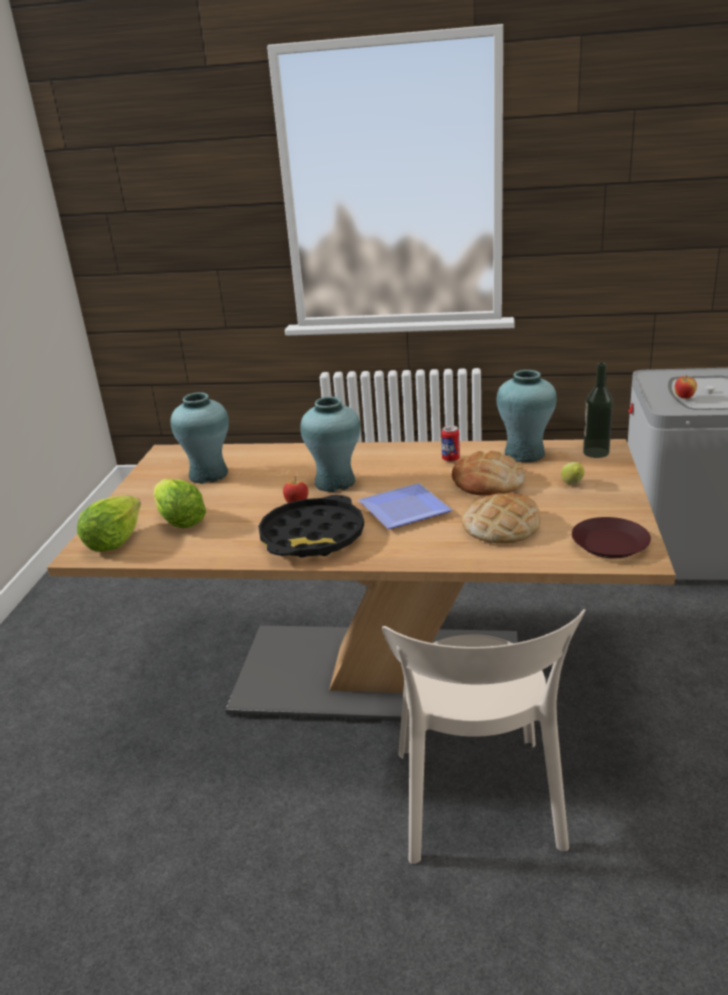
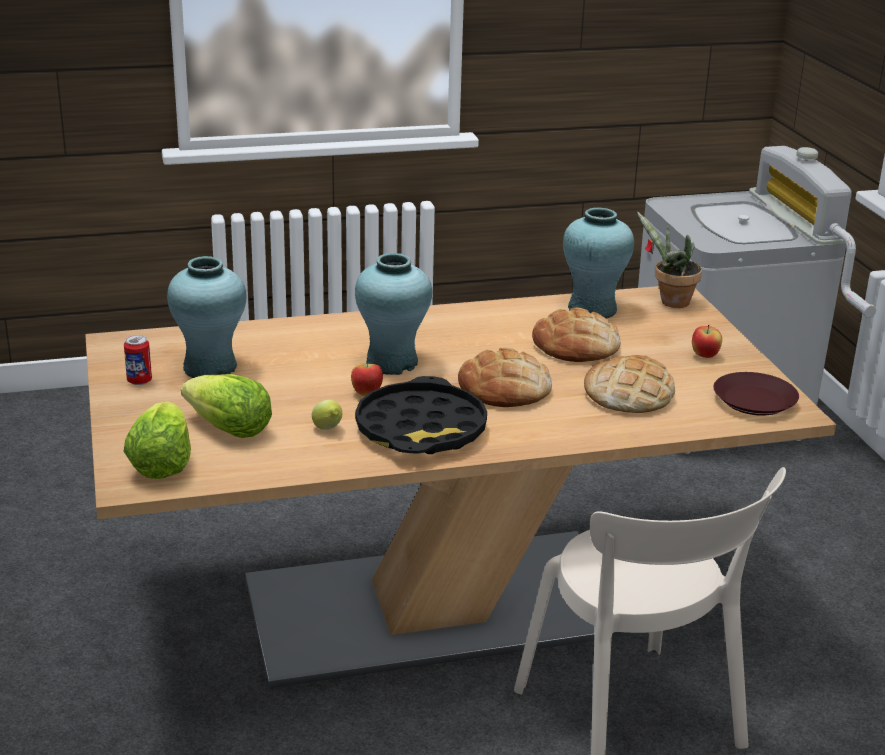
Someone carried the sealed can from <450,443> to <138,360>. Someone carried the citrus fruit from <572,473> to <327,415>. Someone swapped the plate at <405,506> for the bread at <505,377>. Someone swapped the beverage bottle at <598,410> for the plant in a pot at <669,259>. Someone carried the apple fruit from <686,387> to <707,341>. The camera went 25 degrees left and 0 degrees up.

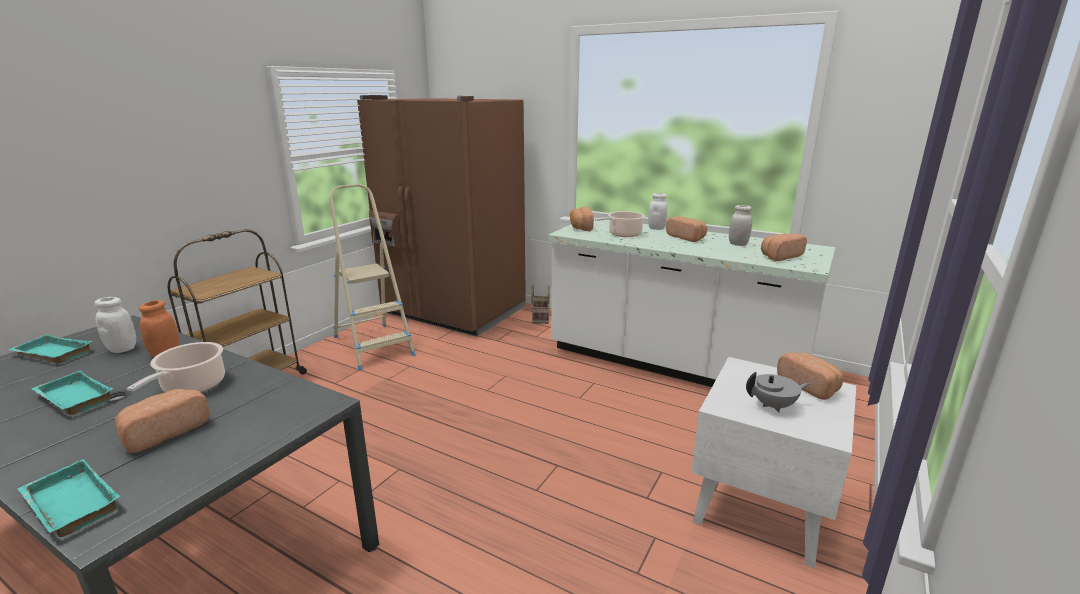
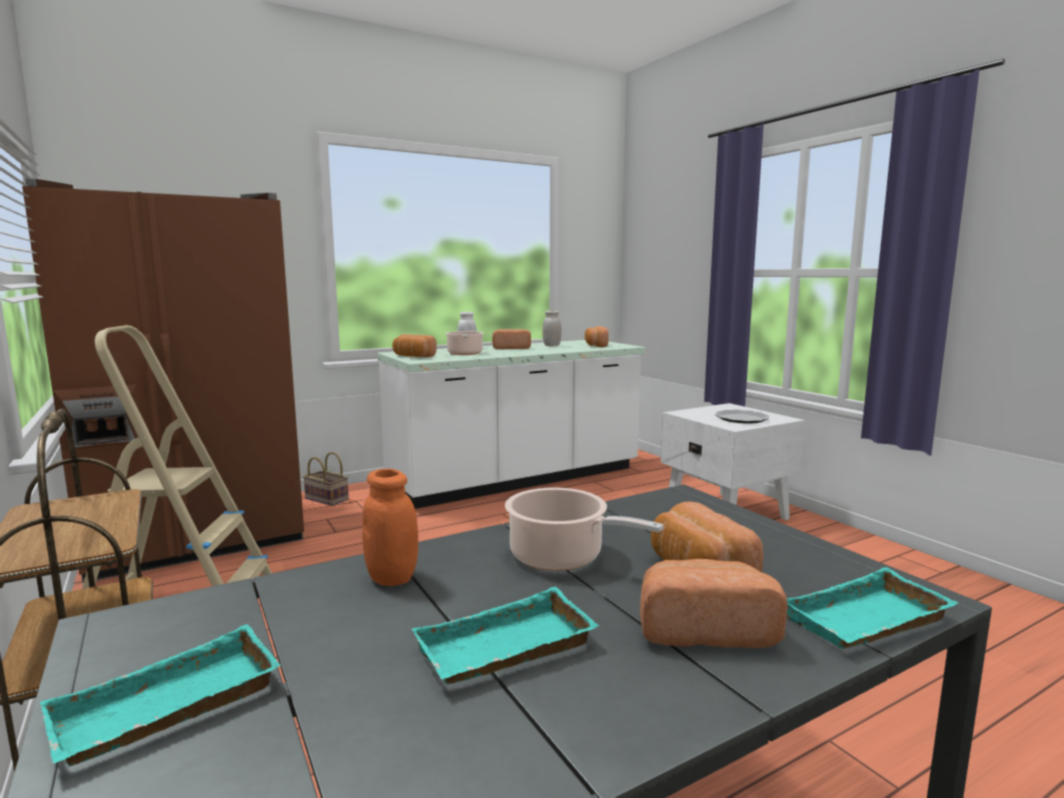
Someone carried the bread from <810,376> to <714,603>. Someone swapped the teapot in greyish at <778,392> for the plate at <742,417>. Someone took away the preserve jar in white-coloured at <115,325>. The camera went 60 degrees left and 10 degrees down.

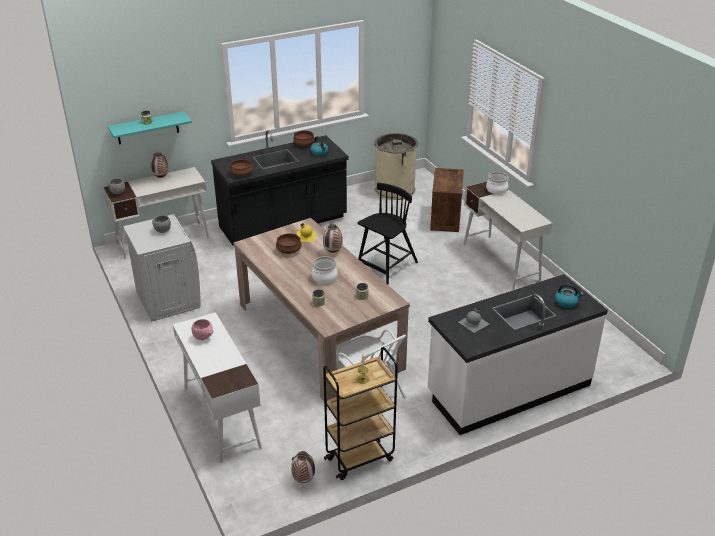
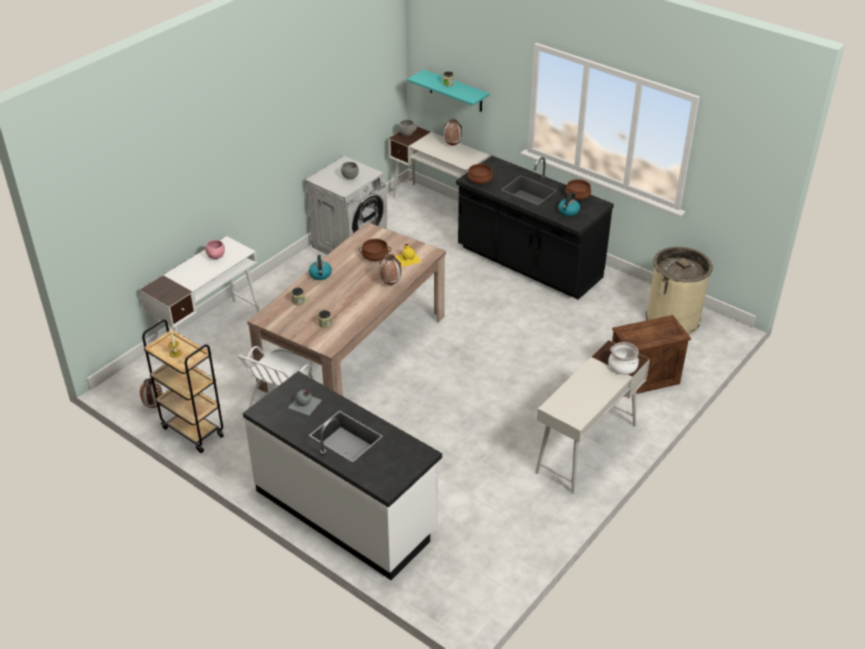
Someone carried the tea kettle from <569,295> to <320,267>. Someone took away the cooking pot at <325,270>. Someone took away the chair in blackish at <388,233>. The camera went 65 degrees right and 5 degrees up.

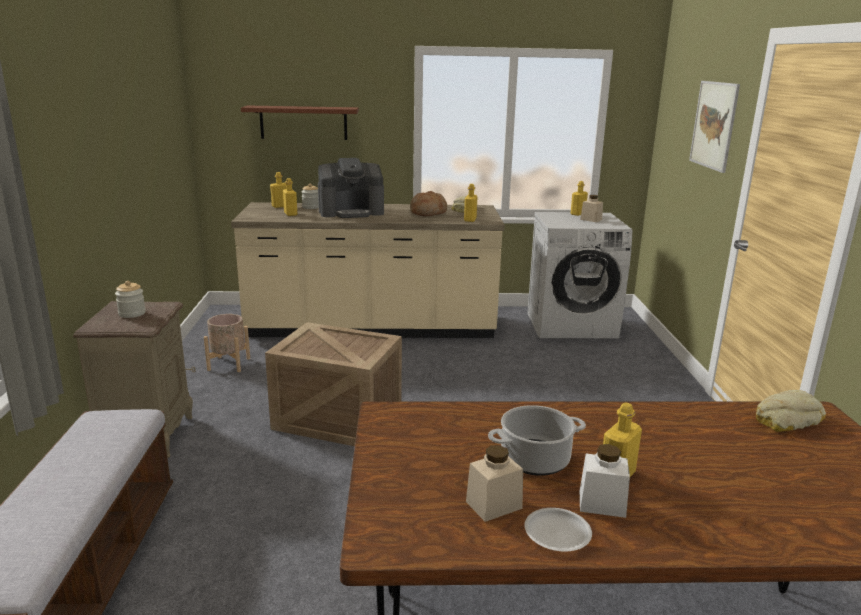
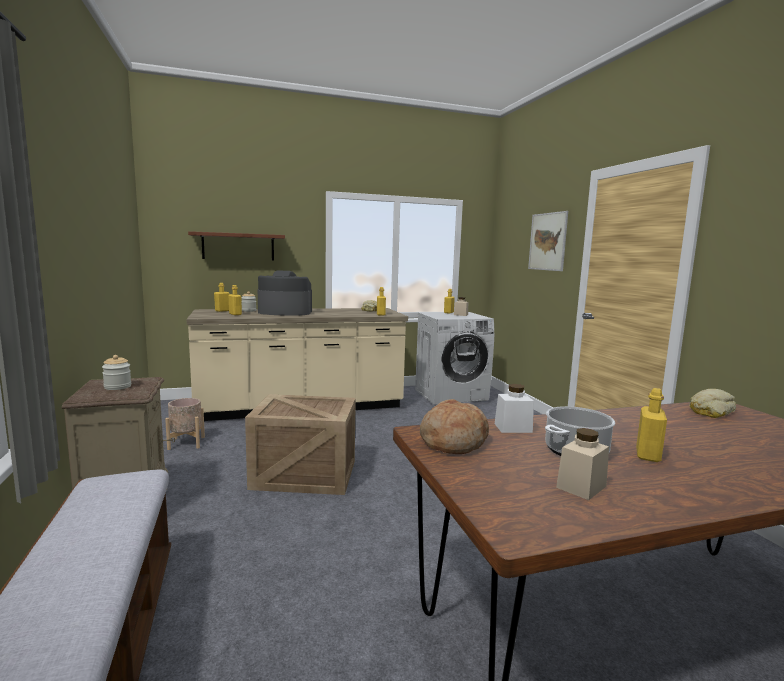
Someone rotated the coffee brewer at <351,188> by 150 degrees counterclockwise. Someone carried the bread from <428,203> to <454,426>. Someone carried the preserve jar in white-coloured from <605,481> to <514,408>. Someone took away the plate in white-coloured at <558,529>. The camera went 15 degrees left and 10 degrees down.

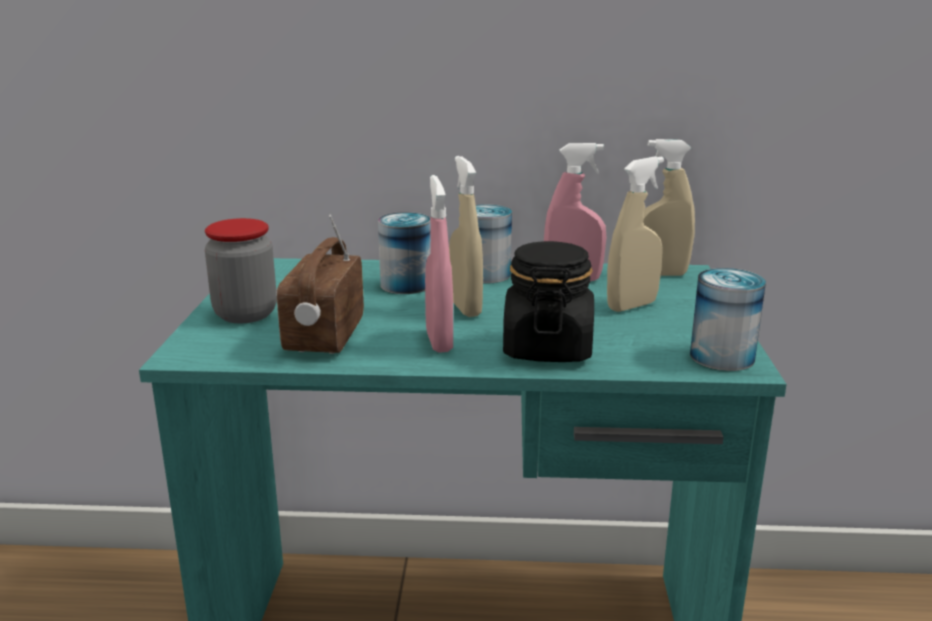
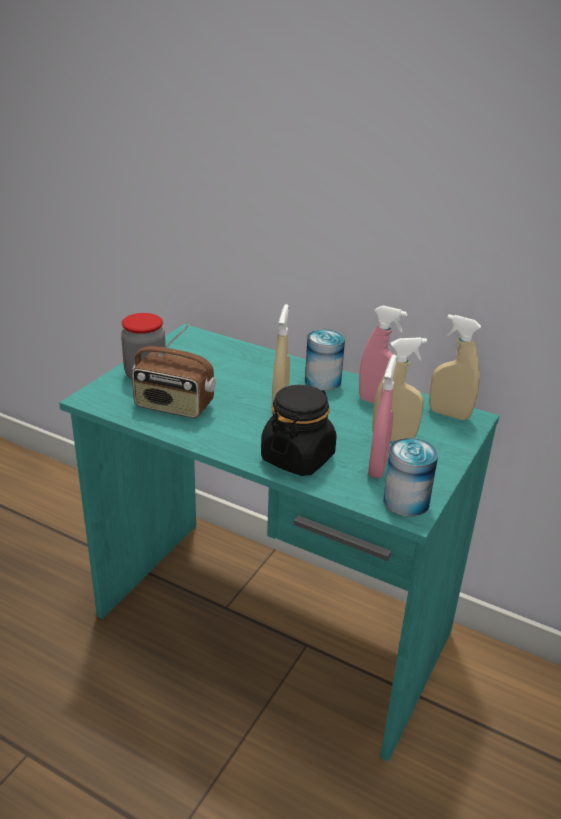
Someone rotated the radio set at <320,284> by 105 degrees counterclockwise. Someone carried the sprayer in pink from <439,264> to <382,416>. Someone took away the sealed can at <404,253>. The camera went 25 degrees right and 10 degrees up.

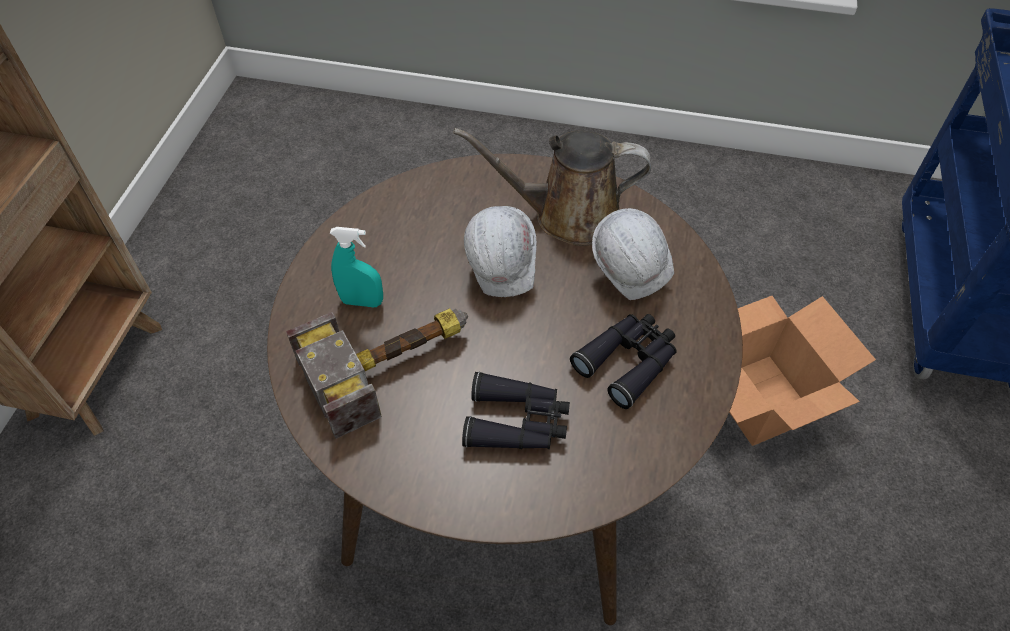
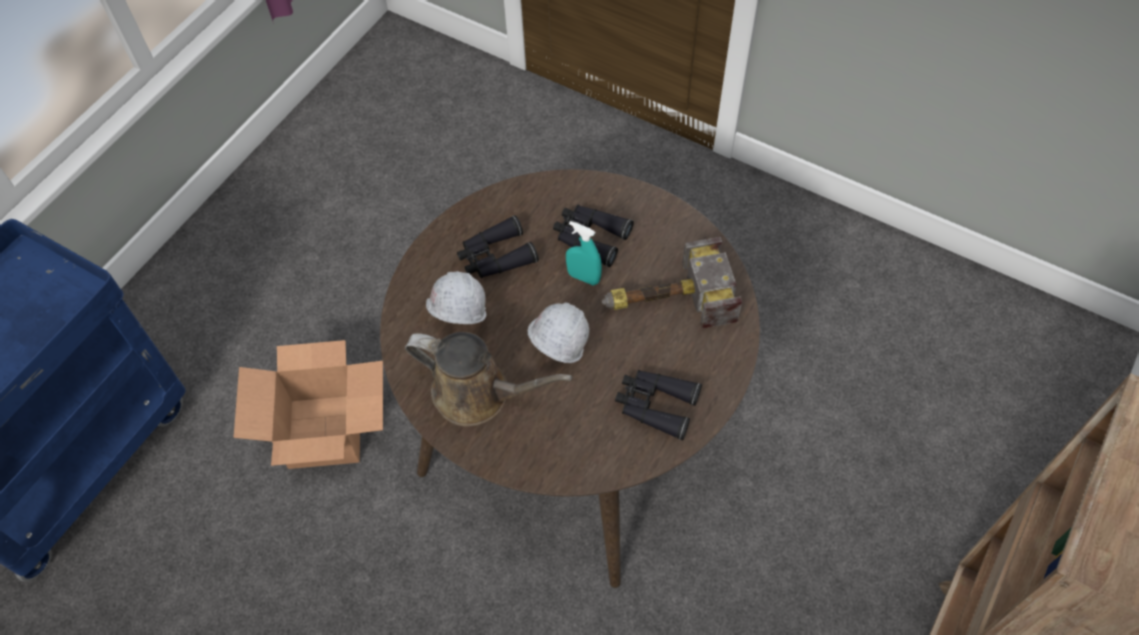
Someone carried the sprayer in turquoise-coloured from <356,267> to <584,253>. Someone put down the pair of binoculars in blackish at <658,405>. The camera went 160 degrees left and 5 degrees up.

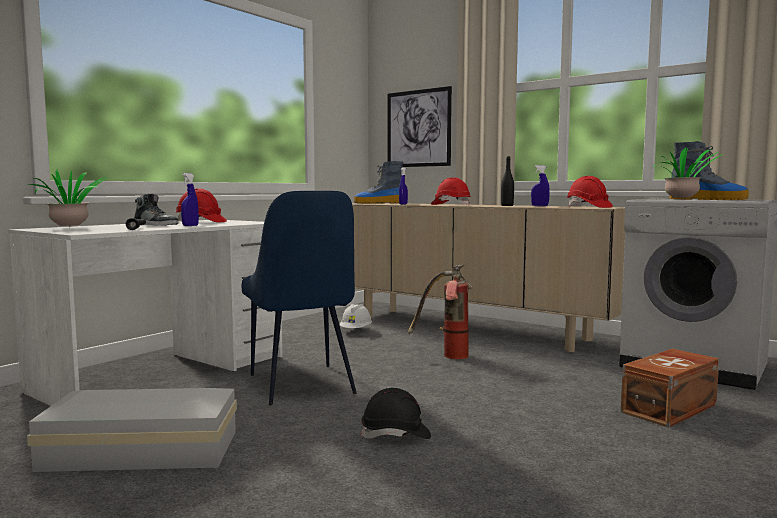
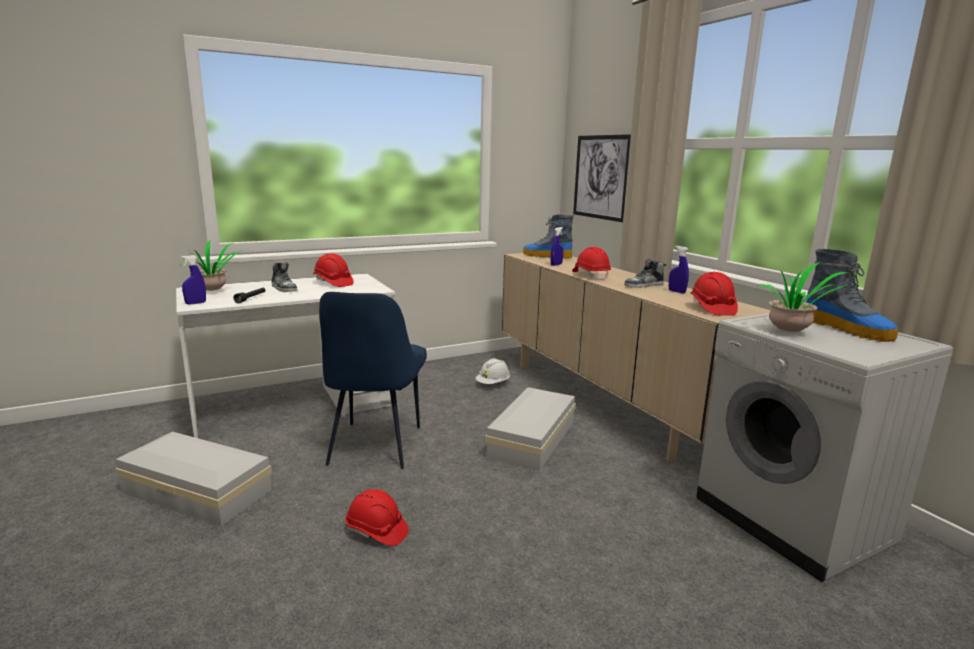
Someone carried the sprayer in bluish from <190,199> to <193,280>. Someone repainted the hard hat in blackish at <395,413>, which became the hard hat in reddish at <377,517>. Someone swapped the fire-fighting cylinder at <440,312> for the storage box in white-coloured at <530,429>. Someone swapped the beverage bottle in blackish at <507,181> for the item of footwear at <645,273>. Someone took away the storage box in brown at <670,388>. The camera went 25 degrees right and 10 degrees up.

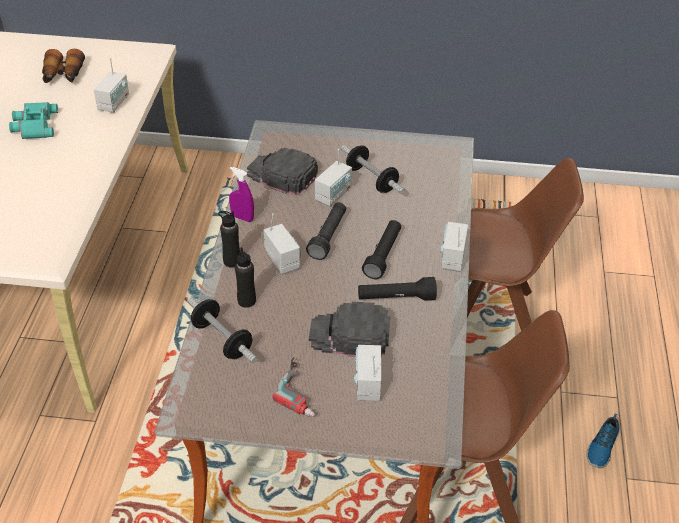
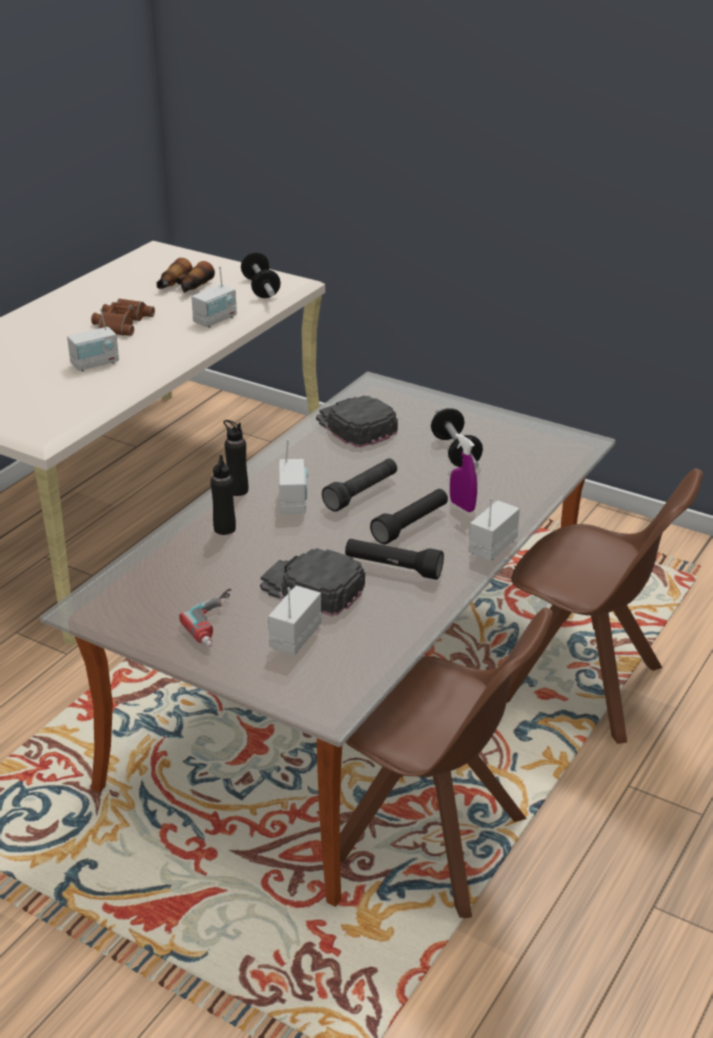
Someone carried the radio set from <333,177> to <93,339>. Someone repainted the pair of binoculars in turquoise-coloured at <33,120>, which became the pair of binoculars in brown at <123,317>. Someone carried the free weight from <222,329> to <261,275>. Someone carried the sprayer in purplish from <241,194> to <463,472>. Someone took away the item of footwear at <603,441>. The camera went 25 degrees right and 10 degrees down.

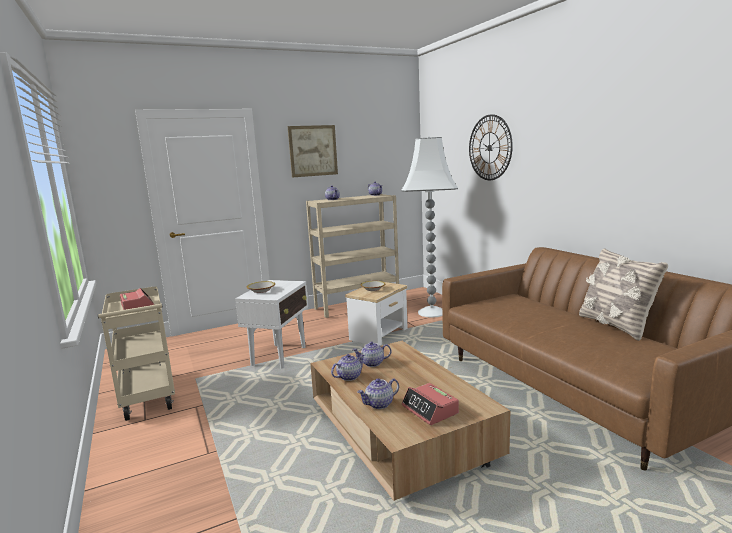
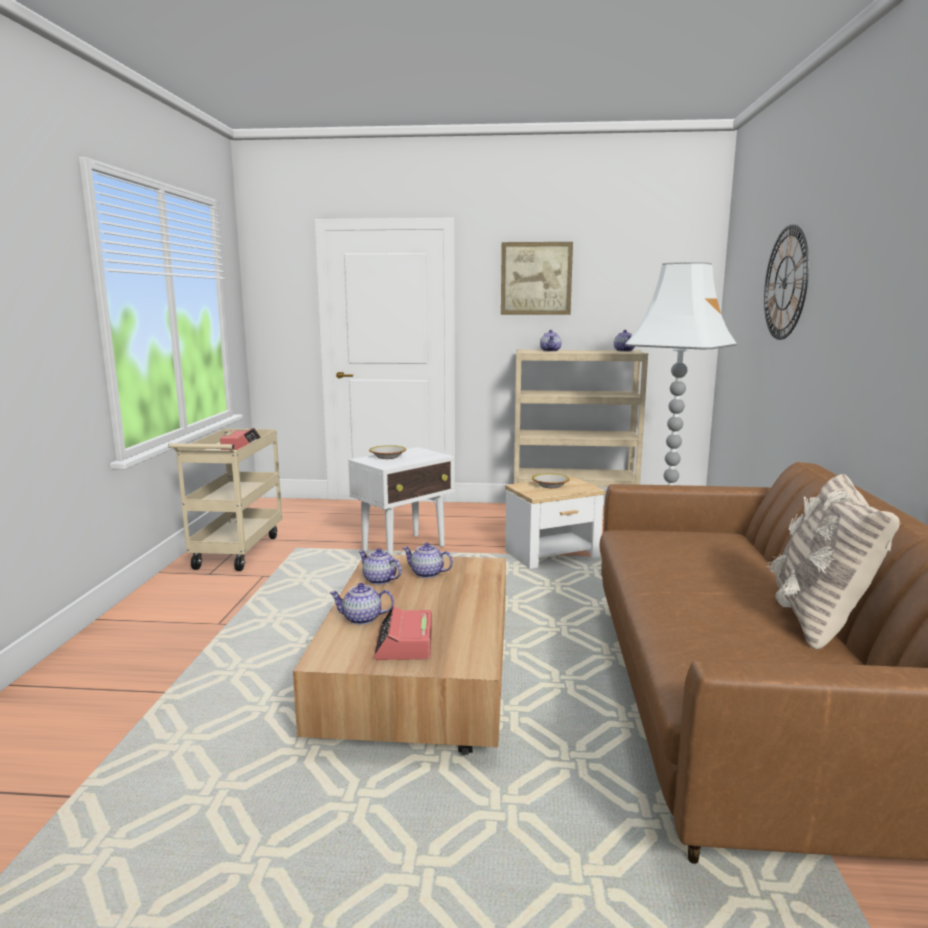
Someone rotated the teapot at <348,367> by 135 degrees counterclockwise. The camera went 30 degrees right and 0 degrees up.

